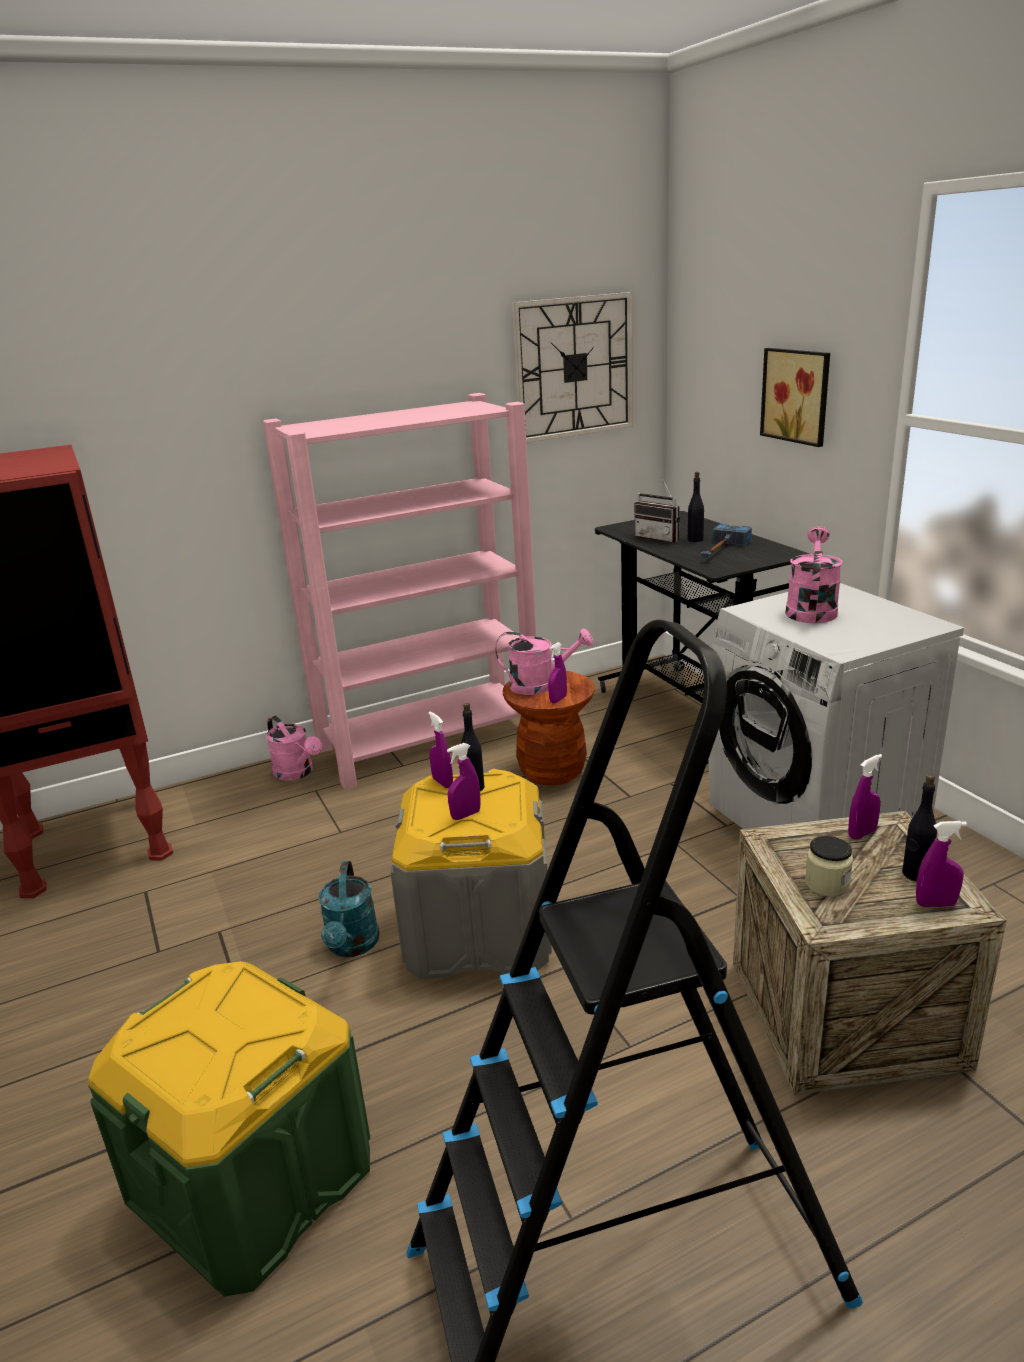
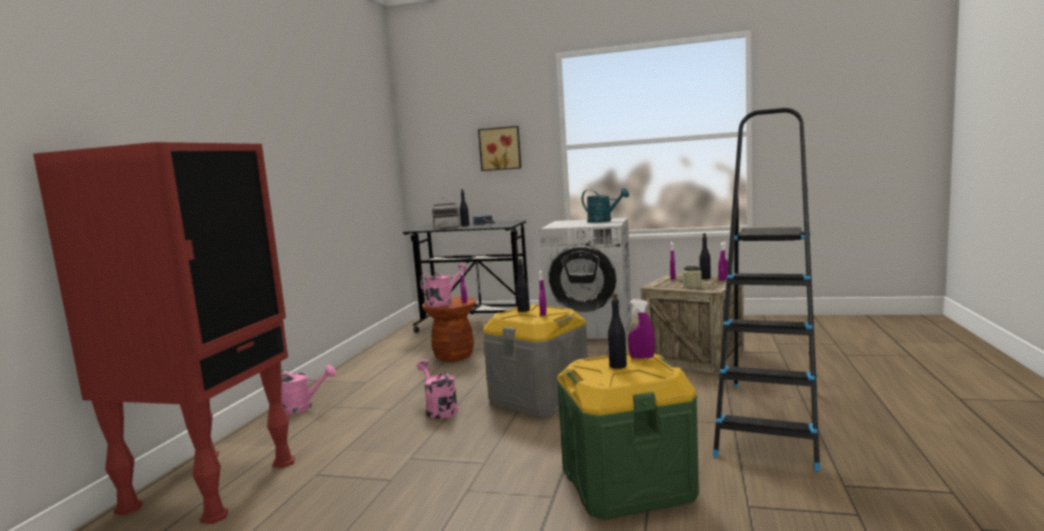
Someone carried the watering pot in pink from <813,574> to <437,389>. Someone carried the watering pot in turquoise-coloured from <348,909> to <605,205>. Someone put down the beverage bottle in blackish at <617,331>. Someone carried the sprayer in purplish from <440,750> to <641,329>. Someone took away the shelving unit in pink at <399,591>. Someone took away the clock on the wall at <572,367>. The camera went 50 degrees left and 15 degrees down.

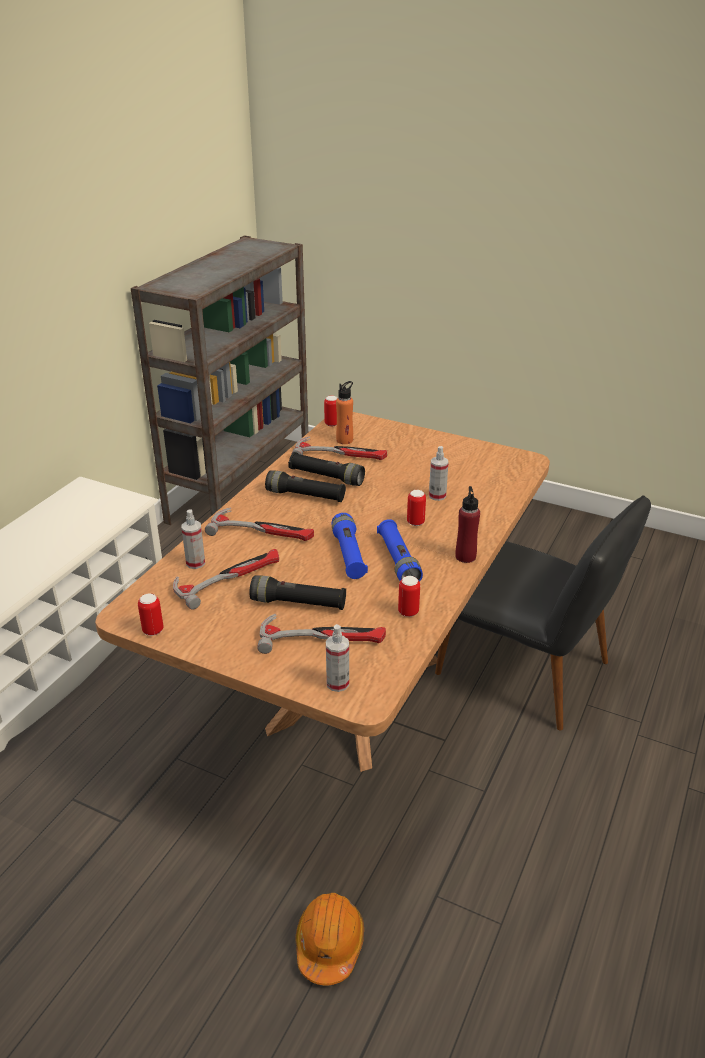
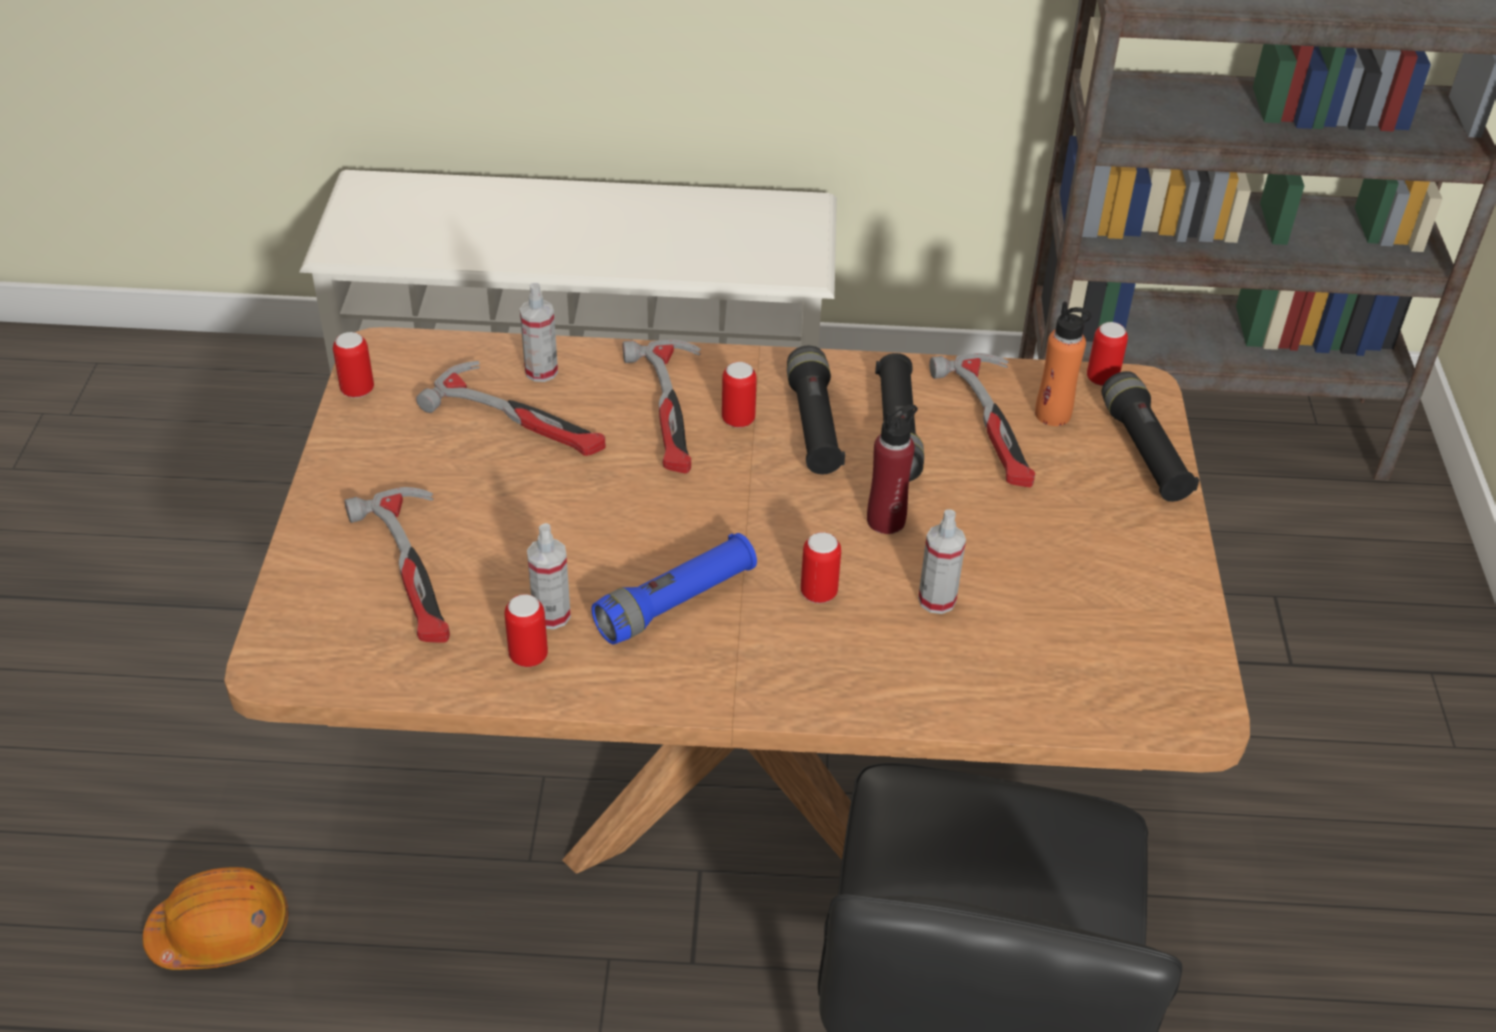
Someone carried the sprayer from <337,658> to <549,576>. Someone put down the sealed can at <739,395>. Someone carried the beverage bottle in reddish from <467,524> to <892,469>. Someone carried the torch in blackish from <297,593> to <1150,436>. Someone took away the torch in bluish at <350,546>. The camera went 65 degrees right and 10 degrees up.

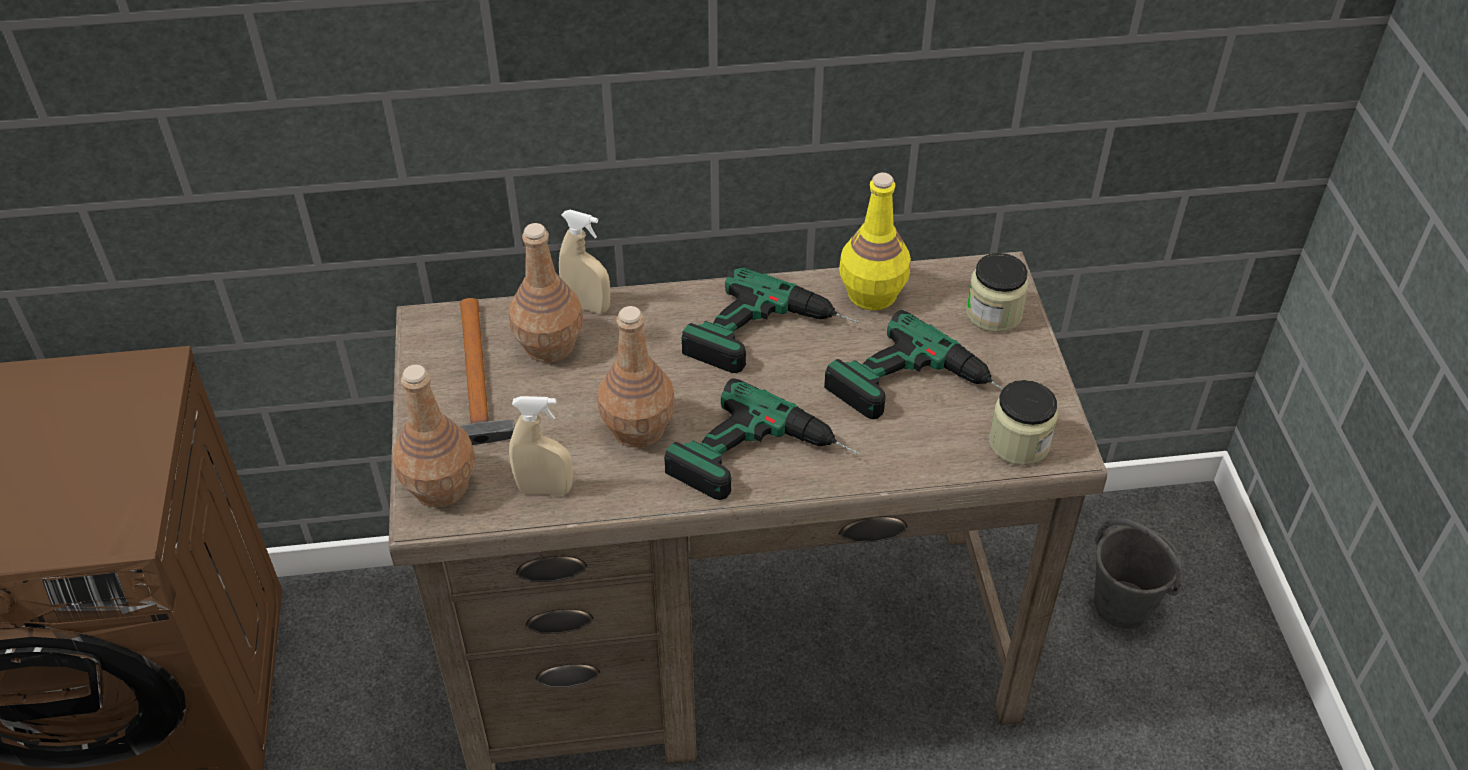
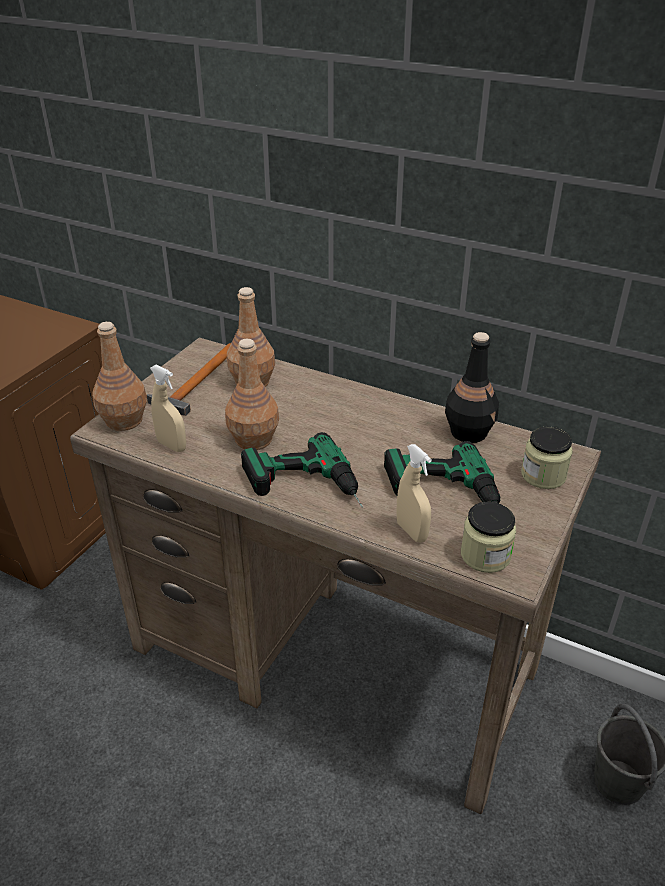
Someone carried the sprayer in beige-coloured from <584,262> to <414,493>. Someone repainted the beverage bottle in yellow-coloured at <875,241>, which became the beverage bottle in blackish at <472,387>. Someone took away the power drill at <771,319>. The camera went 35 degrees right and 10 degrees down.

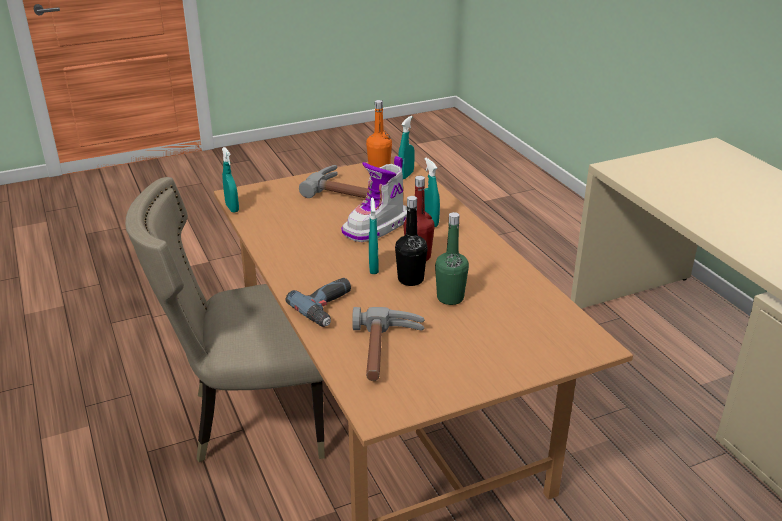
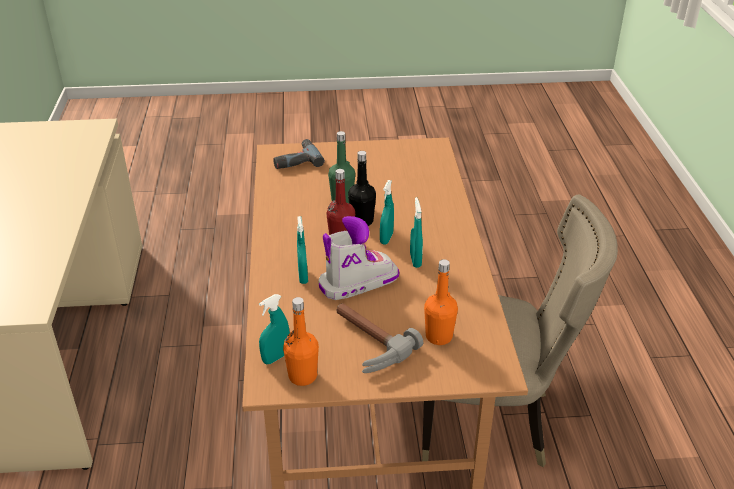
Someone carried the power drill from <318,302> to <299,154>. Someone carried the sprayer in turquoise-coloured from <230,180> to <416,232>. Someone put down the beverage bottle in orangey at <441,302>. Someone took away the hand hammer at <388,344>. The camera went 160 degrees left and 5 degrees up.

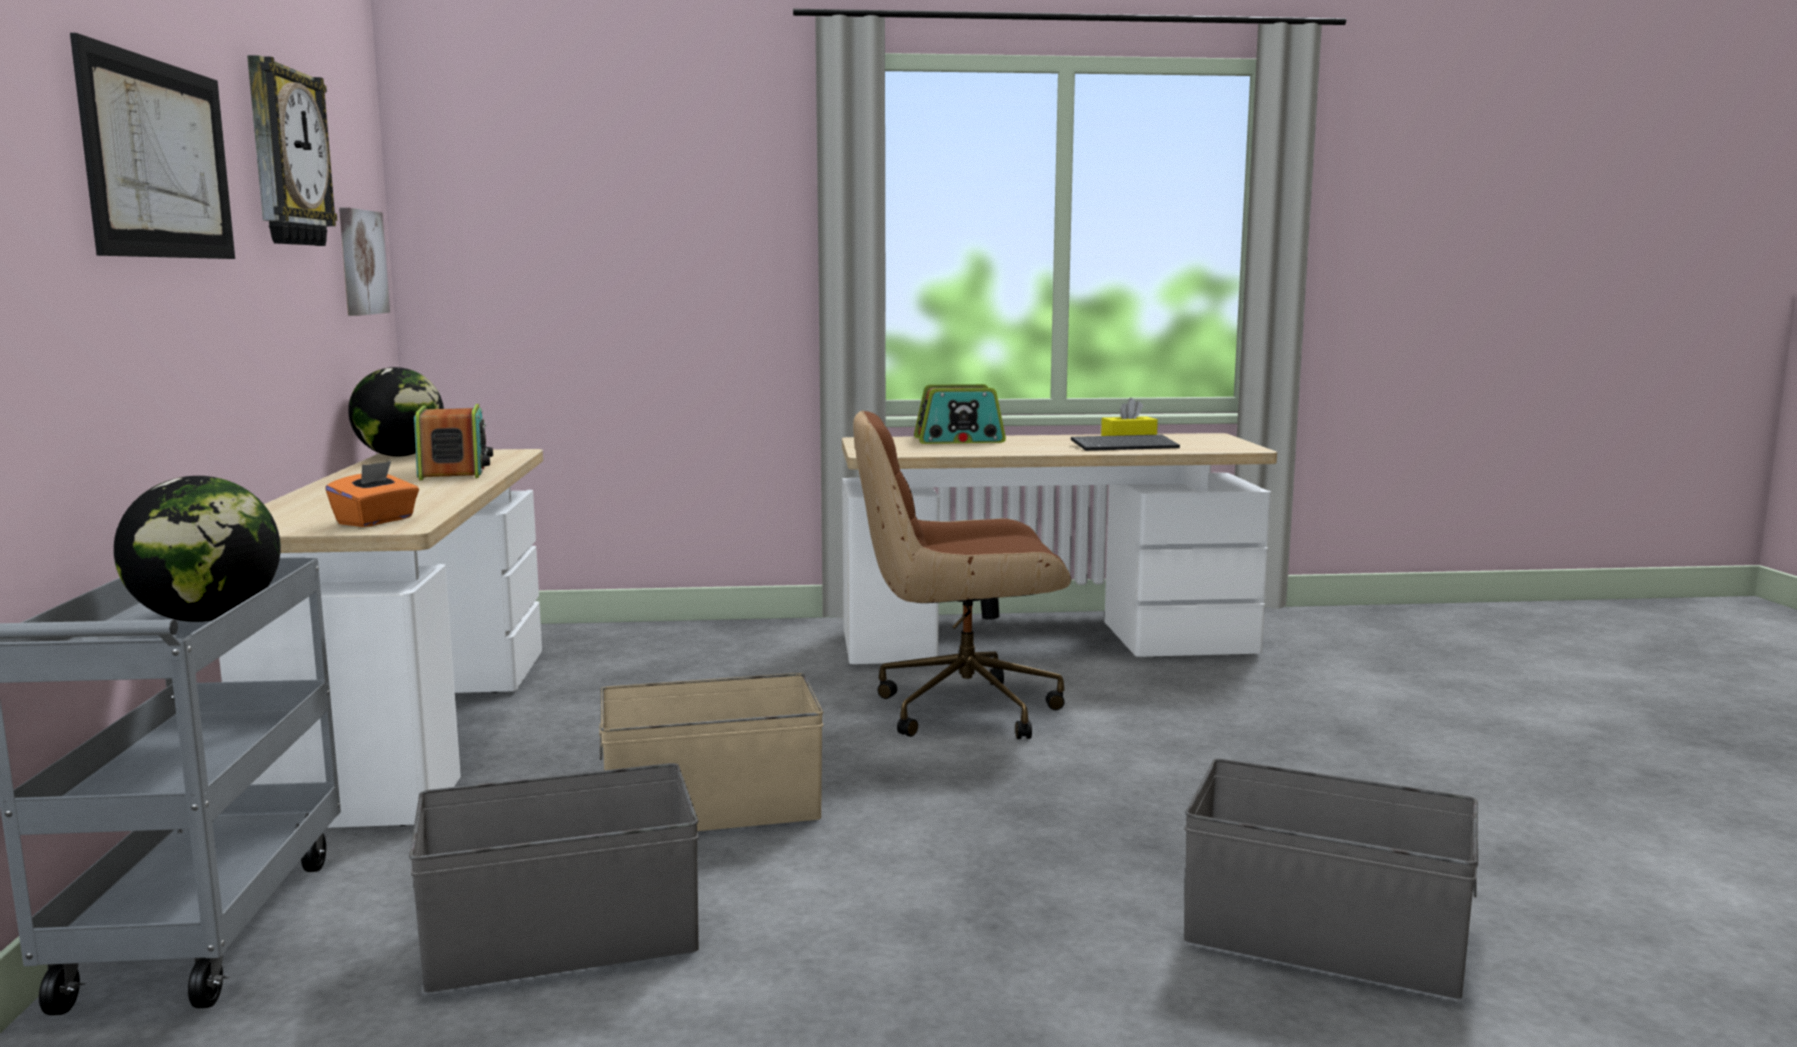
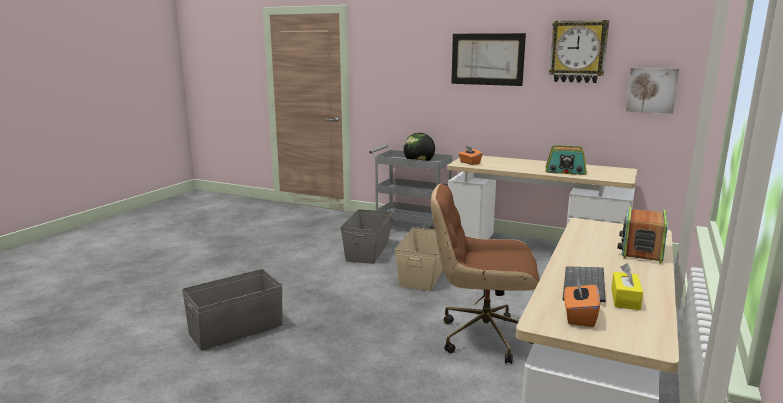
Someone rotated the desk chair in brown at <962,574> by 105 degrees counterclockwise. Someone put down the box of tissues in orangey at <582,302>. Someone took away the world globe at <396,412>. The camera went 120 degrees right and 5 degrees up.

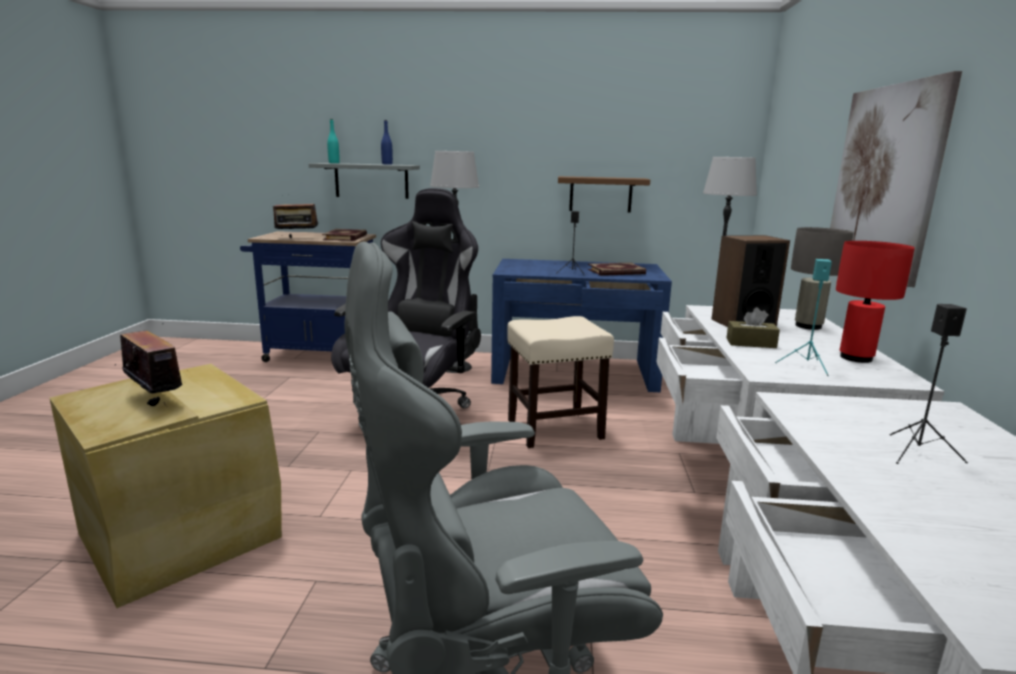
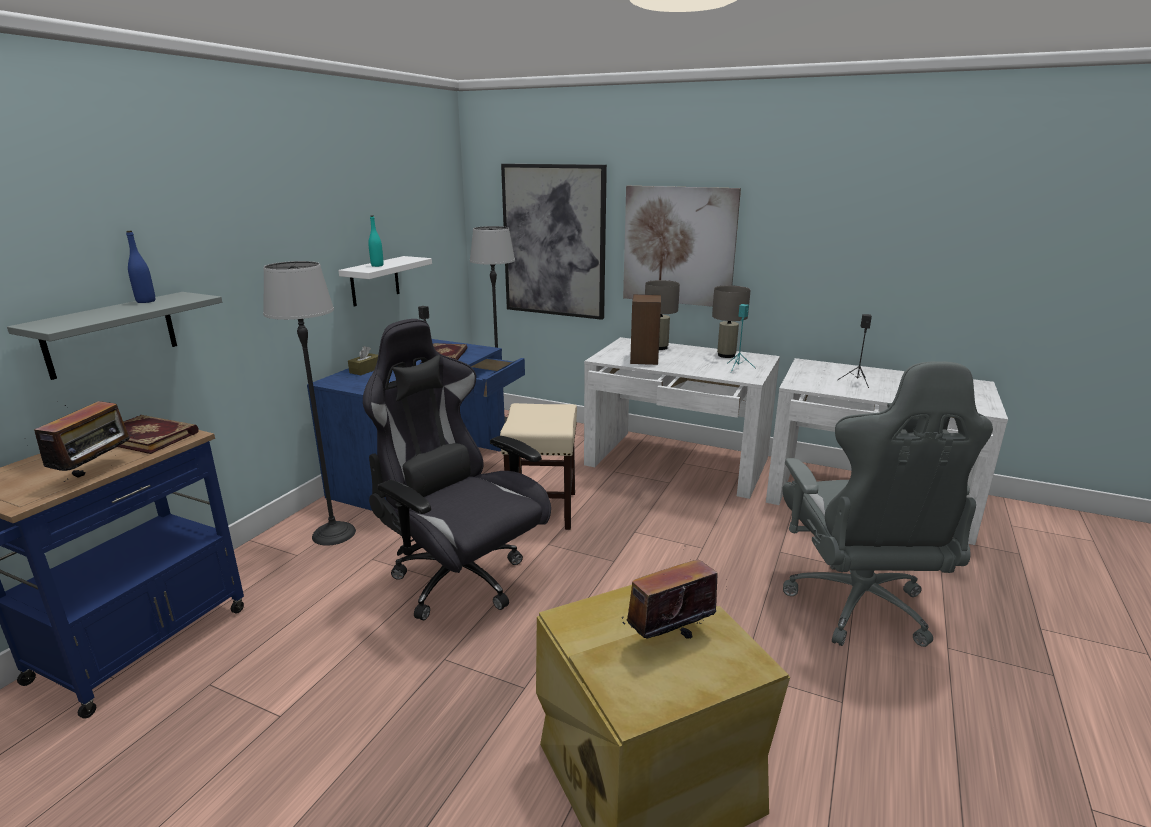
Someone repainted the wall shelf in brown at <604,194>, which became the wall shelf in white-coloured at <385,281>. Someone carried the box of tissues in brown from <753,327> to <363,360>. Someone carried the beverage bottle in turquoise-coloured from <333,141> to <376,241>. Someone put up the wall art at <554,242>. Someone repainted the table lamp in reddish at <875,302>, which became the table lamp in greyish at <731,321>. The camera went 70 degrees left and 5 degrees up.

